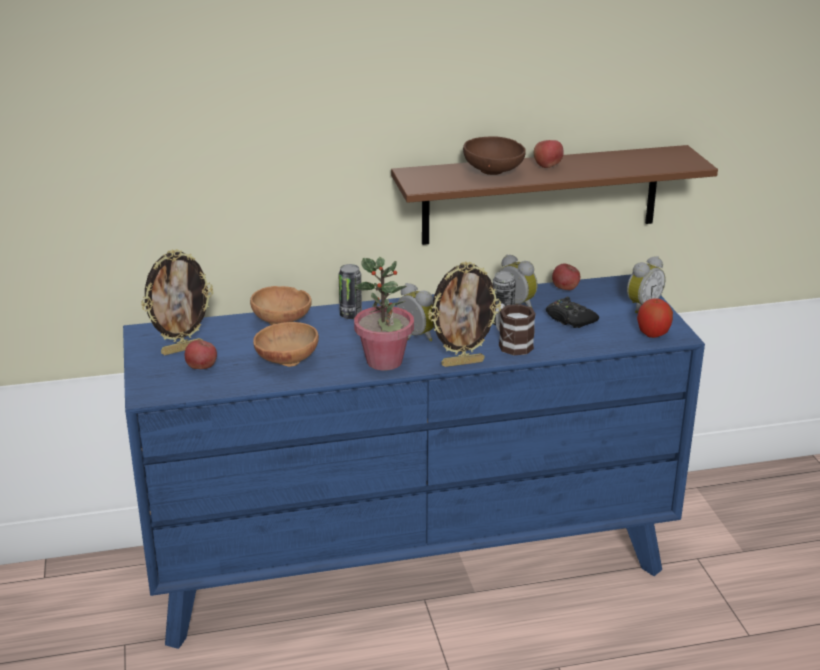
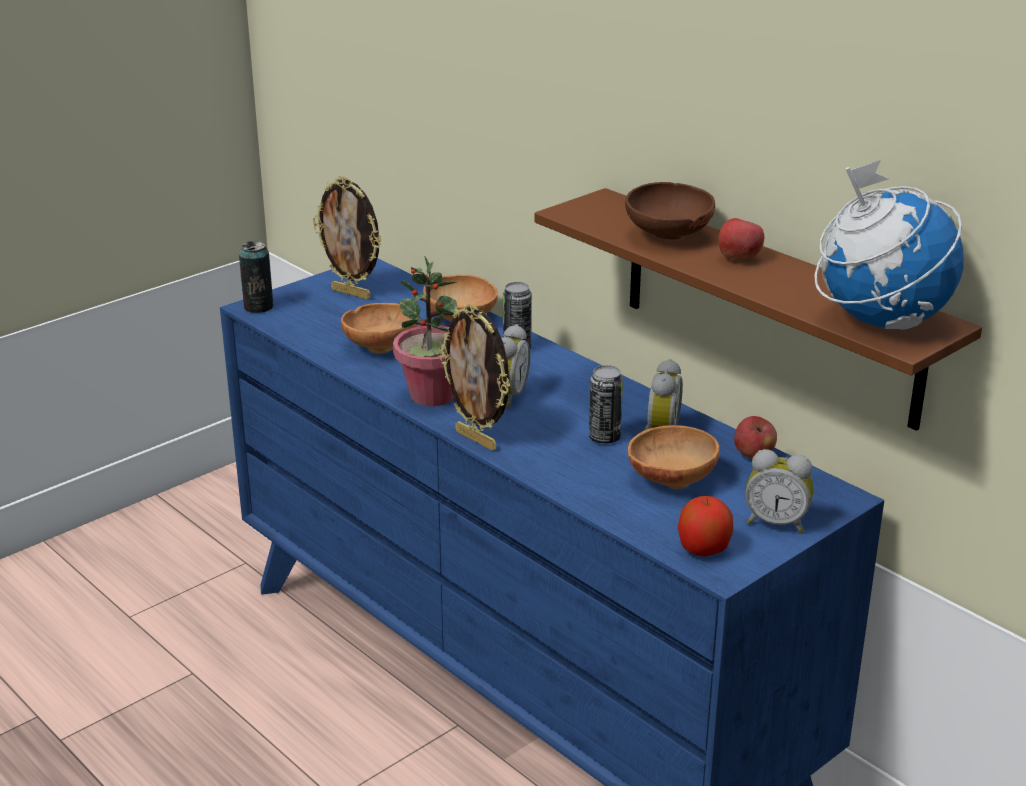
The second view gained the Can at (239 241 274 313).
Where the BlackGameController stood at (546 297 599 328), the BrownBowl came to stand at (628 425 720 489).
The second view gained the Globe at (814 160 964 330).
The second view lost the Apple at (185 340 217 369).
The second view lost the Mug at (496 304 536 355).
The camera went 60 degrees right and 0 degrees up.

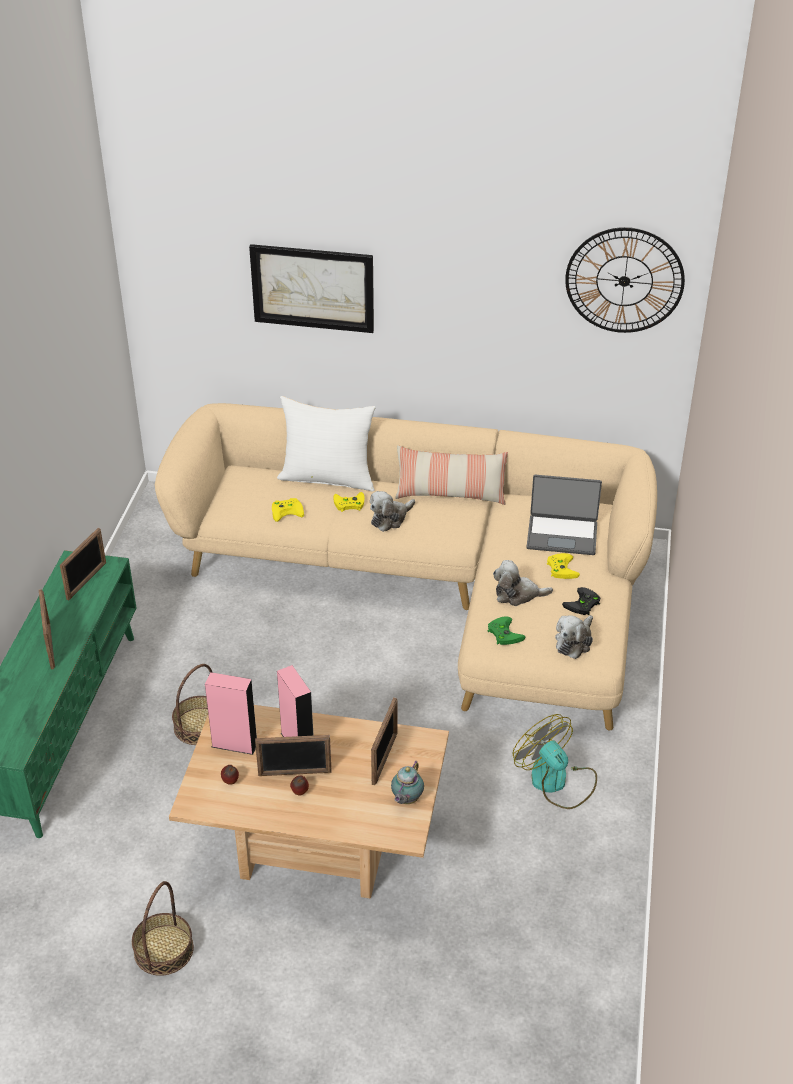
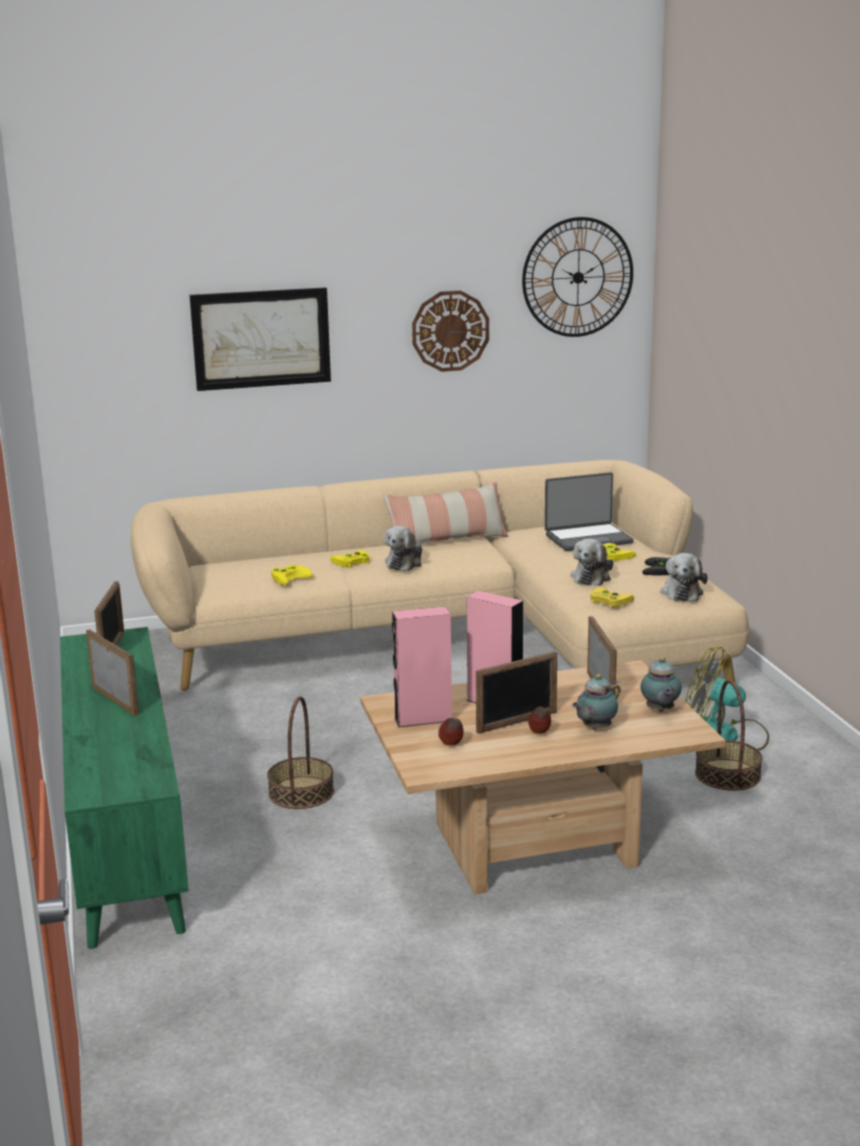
The second view gained the WallClock at (412 291 489 372).
The PlushToy at (493 560 553 606) ended up facing another way, 45 degrees counterclockwise from before.
The second view gained the Teapot at (572 674 621 730).
What was the GreenGameController at (488 616 526 645) turned into the YellowGameController at (590 587 634 608).
The Basket ended up elsewhere, having gone from (132 881 194 976) to (695 680 762 791).
The second view lost the WhitePillow at (277 396 376 492).
The camera went 25 degrees left and 20 degrees down.

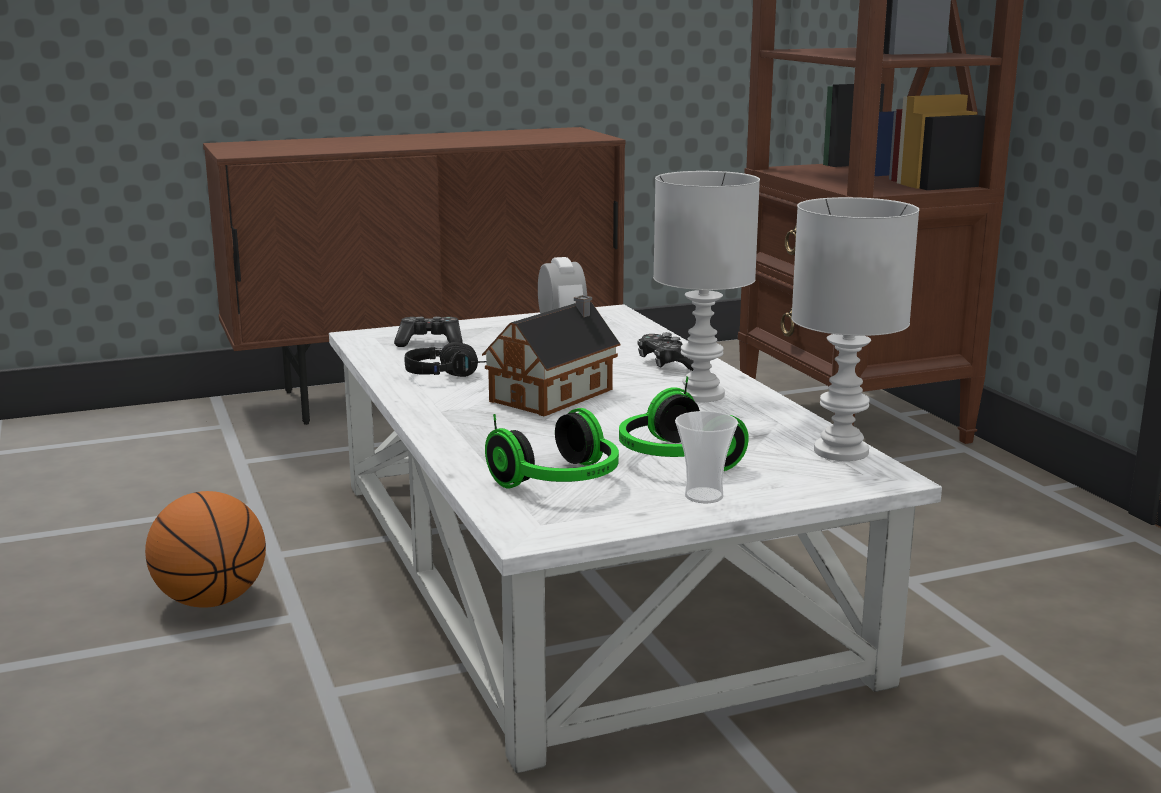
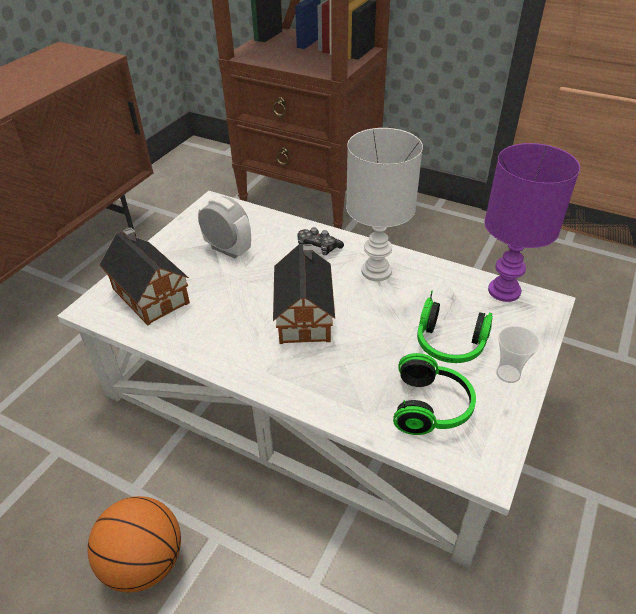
Where the GameController stood at (394 317 463 347), the ToyHouse came to stand at (99 227 190 326).
What was the WhiteTableLamp at (791 197 919 461) turned into the PurpleTableLamp at (485 143 580 302).
The second view lost the BlackHeadphones at (405 342 486 377).
The camera went 40 degrees left and 25 degrees up.

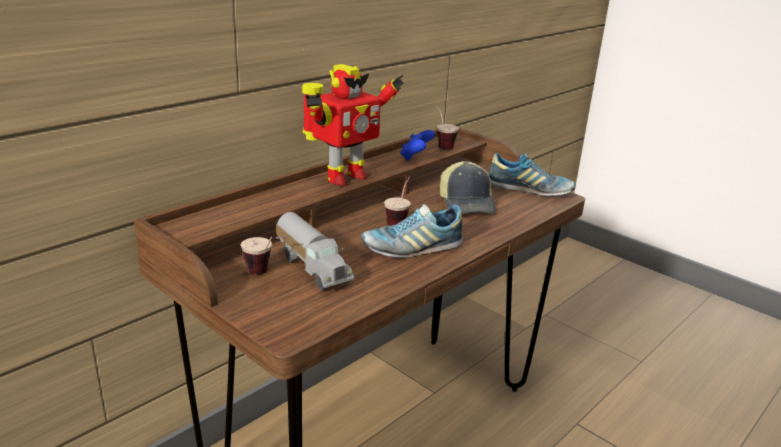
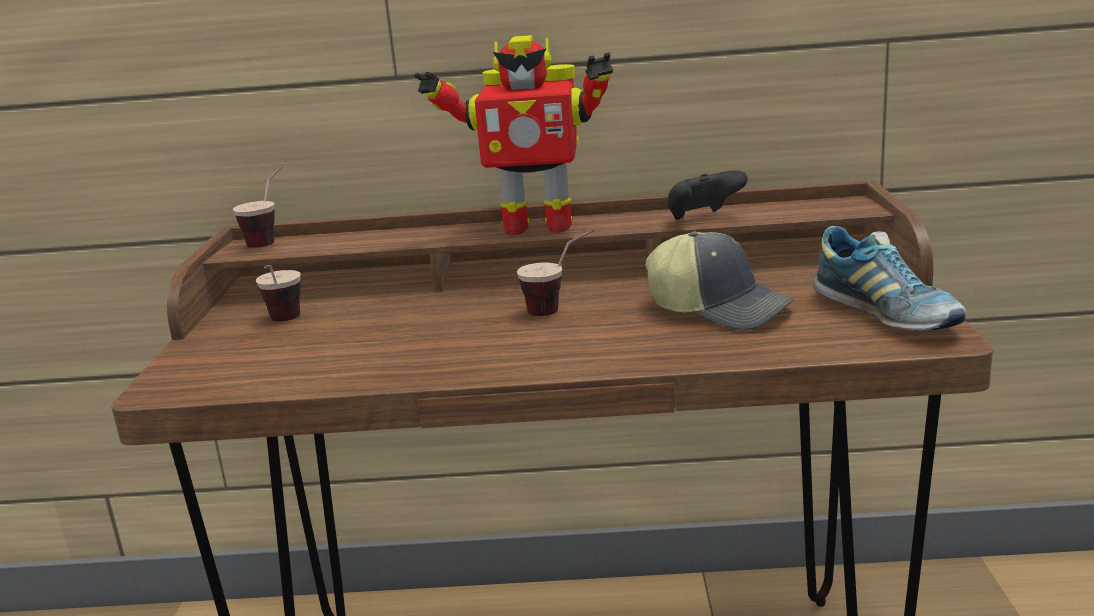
The Cup ended up elsewhere, having gone from (435 105 459 150) to (233 166 283 248).
The Cap at (440 161 496 214) ended up facing another way, 90 degrees counterclockwise from before.
What was the BlueGameController at (400 130 435 161) turned into the BlackGameController at (667 170 748 220).
The second view lost the ToyTruck at (276 212 355 291).
The second view lost the Shoe at (361 204 463 258).
The camera went 50 degrees right and 5 degrees down.

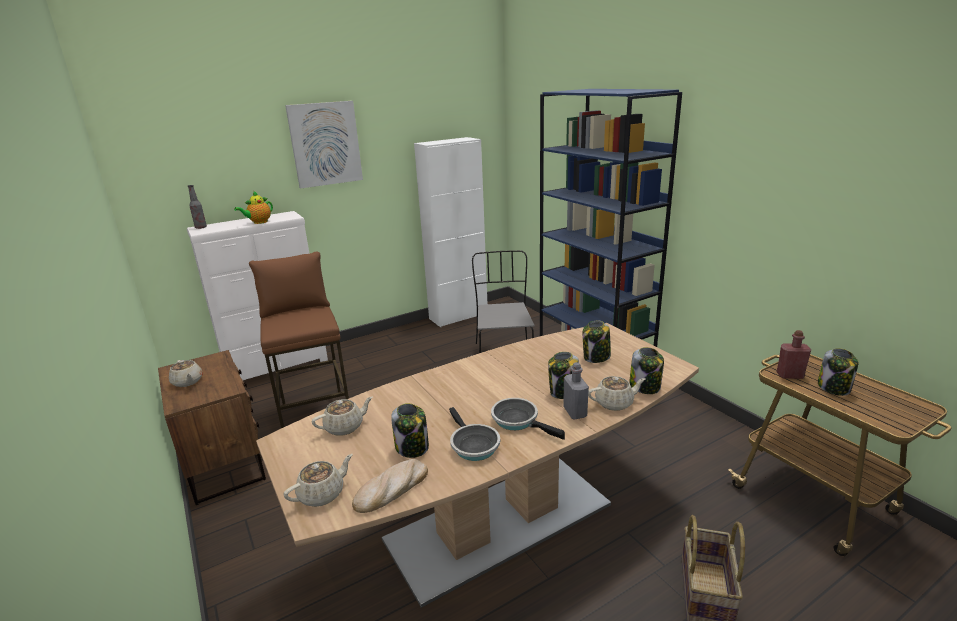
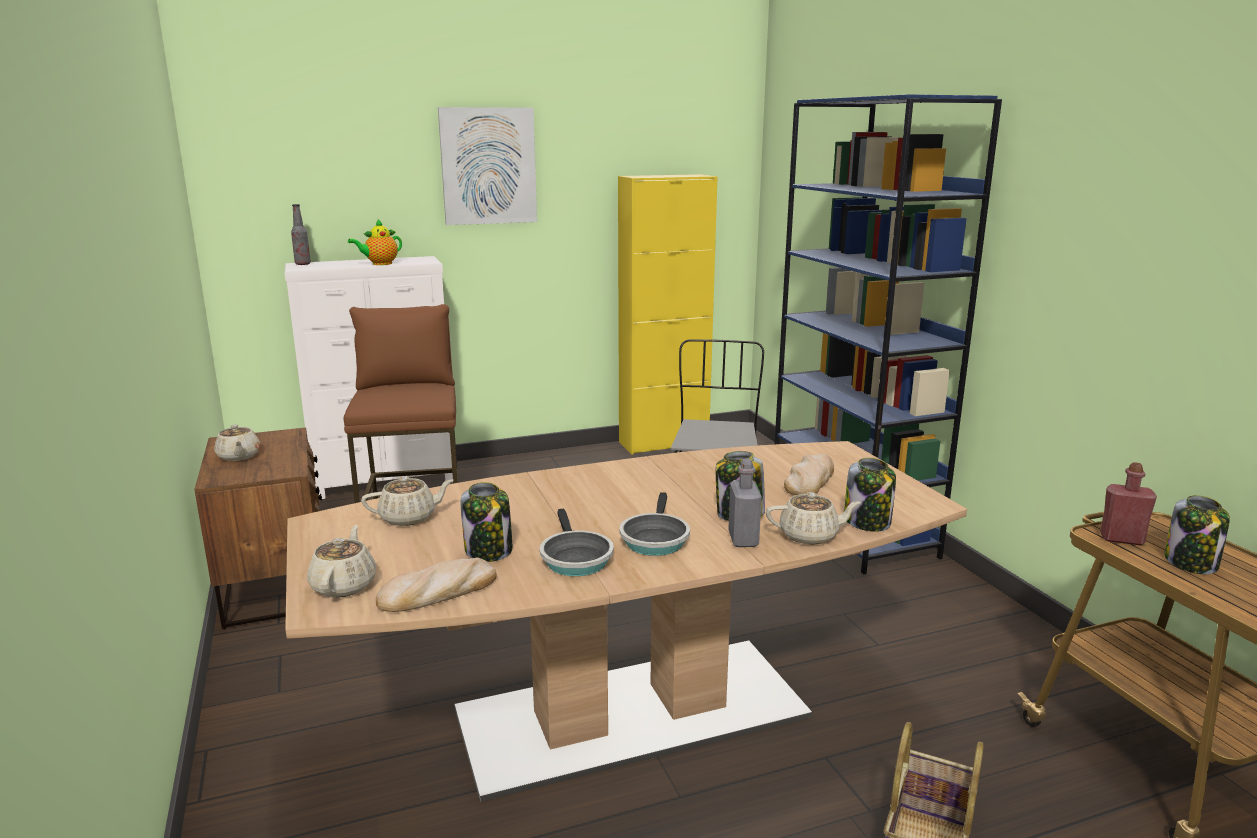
The BeigeTeapot at (283 454 353 507) ended up facing another way, 60 degrees counterclockwise from before.
What was the WhiteCabinet at (414 137 487 327) turned into the YellowCabinet at (618 174 718 454).
The FryingPan at (491 398 565 440) ended up facing another way, 135 degrees counterclockwise from before.
Where the Jar stood at (583 321 611 363), the Bread came to stand at (784 453 834 495).
The camera went 10 degrees right and 5 degrees down.

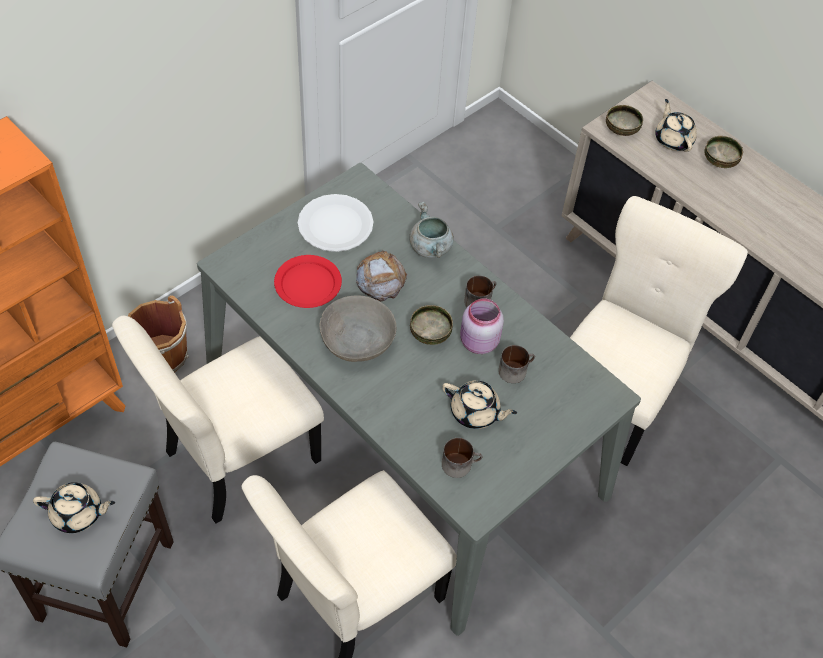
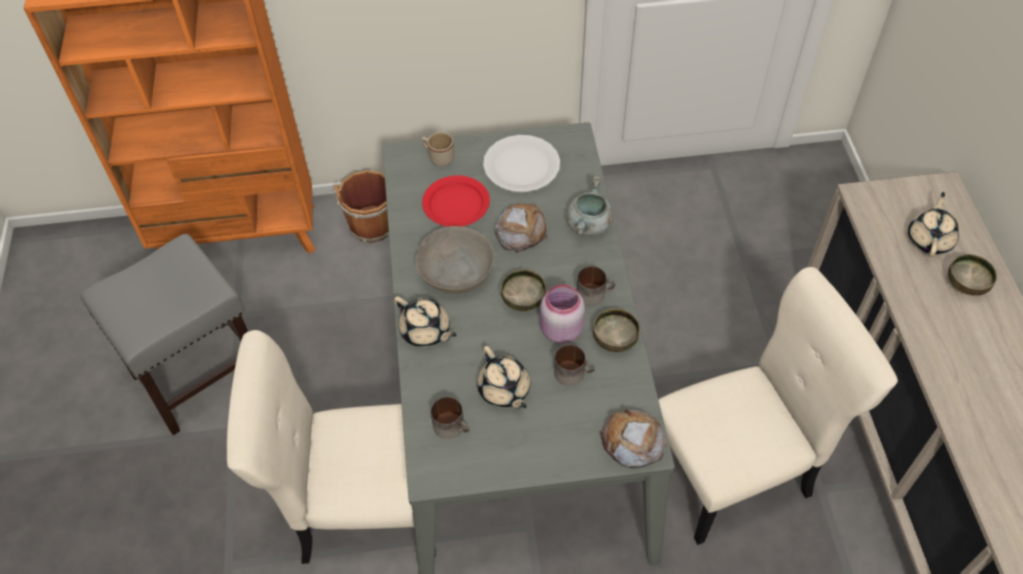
The BeigeTeapot ended up elsewhere, having gone from (33 482 115 533) to (394 296 457 347).
The second view gained the BeigeMug at (422 132 454 166).
The Bowl ended up elsewhere, having gone from (606 105 643 136) to (593 309 640 352).
The second view gained the Bread at (600 409 667 468).
The second view lost the BeigeChair at (112 316 324 524).
The camera went 40 degrees right and 0 degrees up.

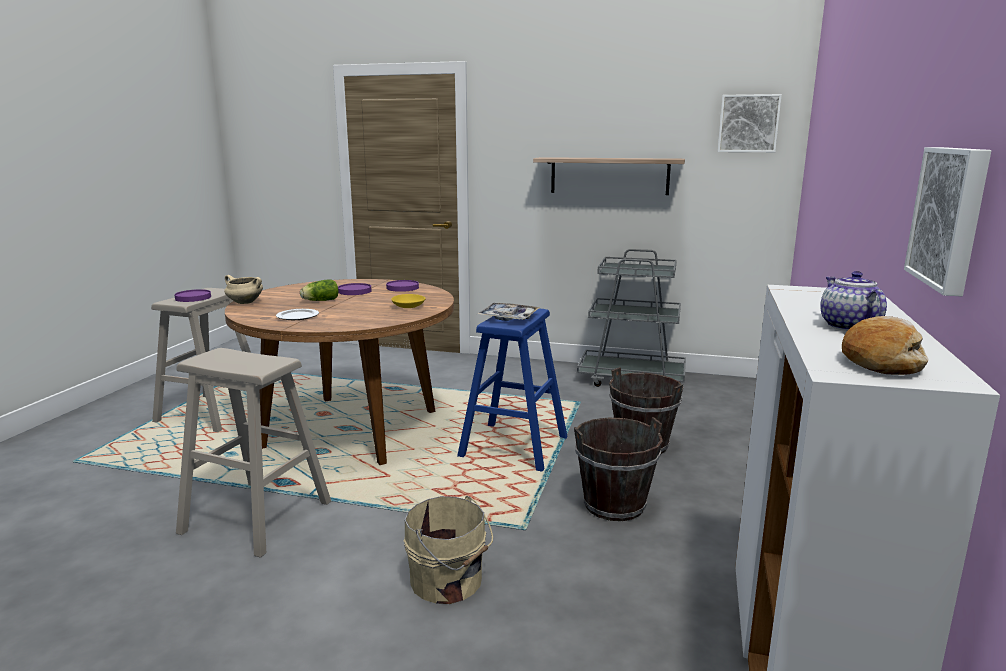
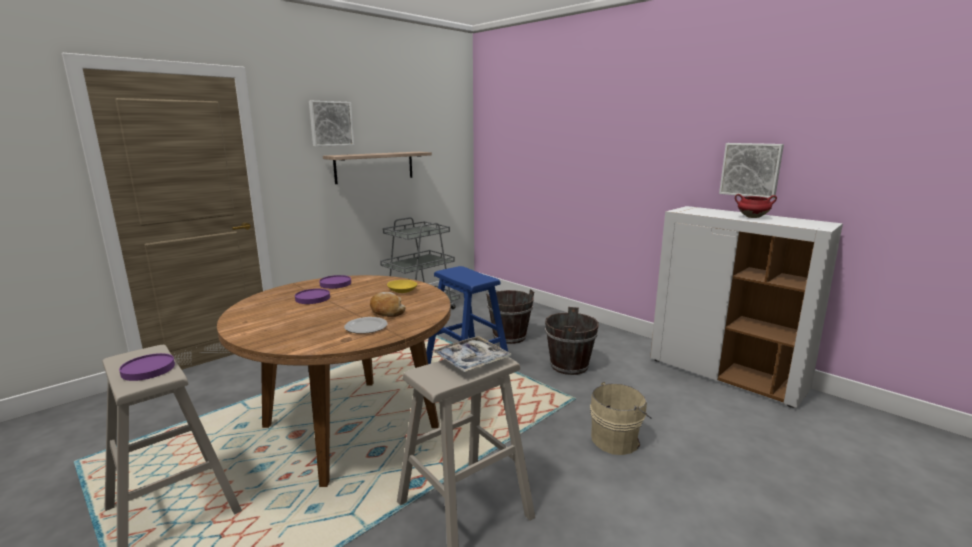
The Picture ended up elsewhere, having gone from (718 94 782 152) to (309 101 354 147).
The Bread ended up elsewhere, having gone from (842 316 928 375) to (370 292 406 317).
The Tray ended up elsewhere, having gone from (477 303 540 321) to (431 336 511 372).
Where the Teapot stood at (820 271 887 331), the RedCookingPot came to stand at (735 194 777 218).
The second view lost the BeigeCookingPot at (224 275 263 304).
The second view lost the Lettuce at (300 279 338 301).
The camera went 60 degrees left and 0 degrees up.

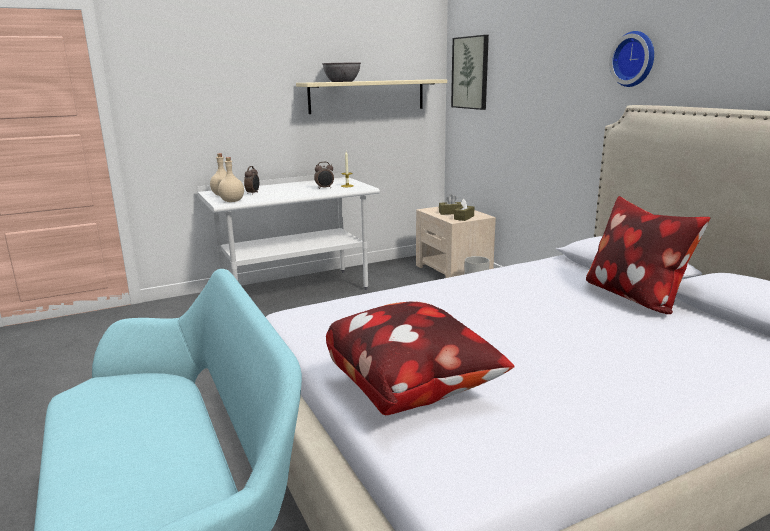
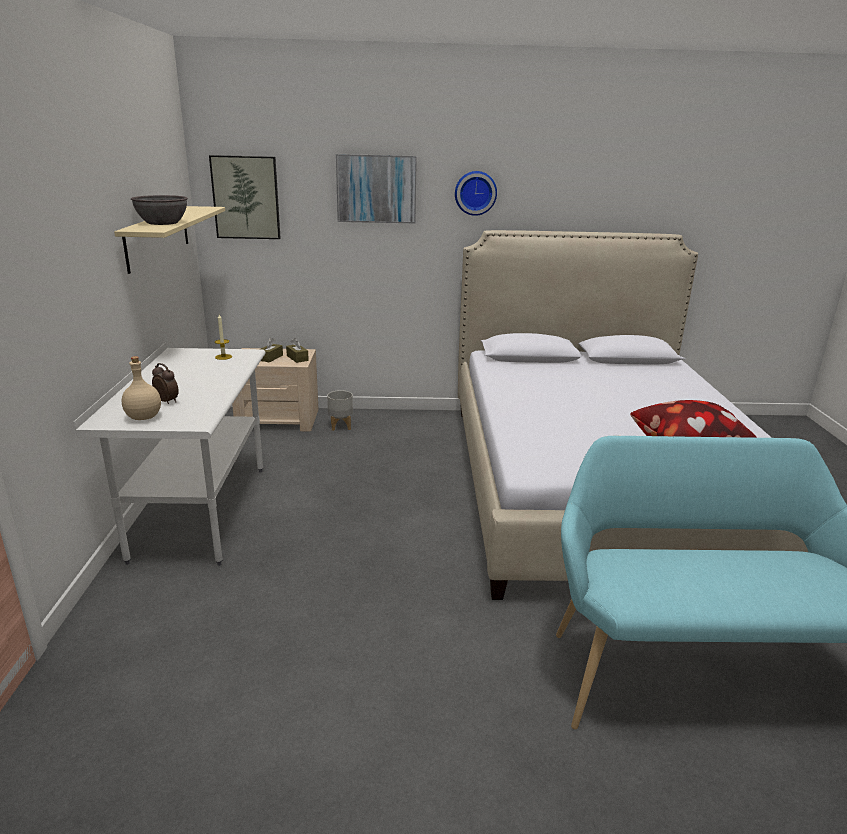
The second view gained the Picture at (336 154 417 223).
The second view lost the BeigeBottle at (218 157 244 202).
The second view lost the AlarmClock at (314 162 334 189).
The second view lost the Pillow at (586 196 710 314).
The camera went 65 degrees left and 5 degrees up.

